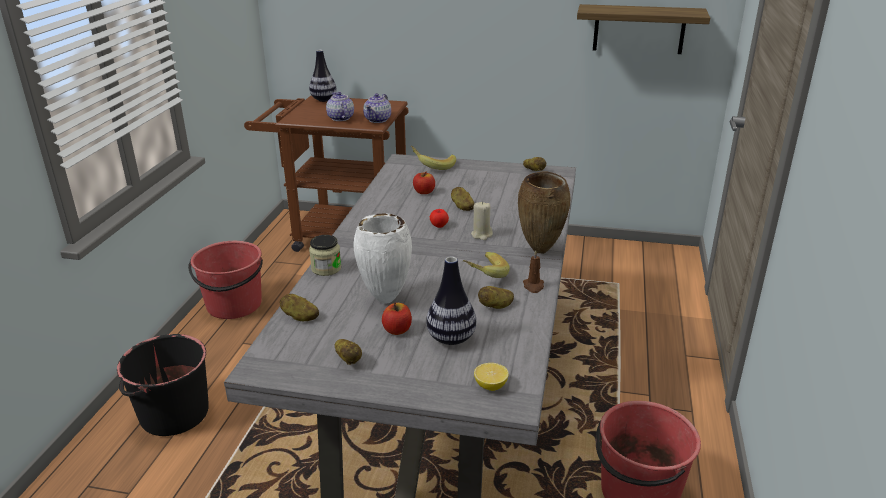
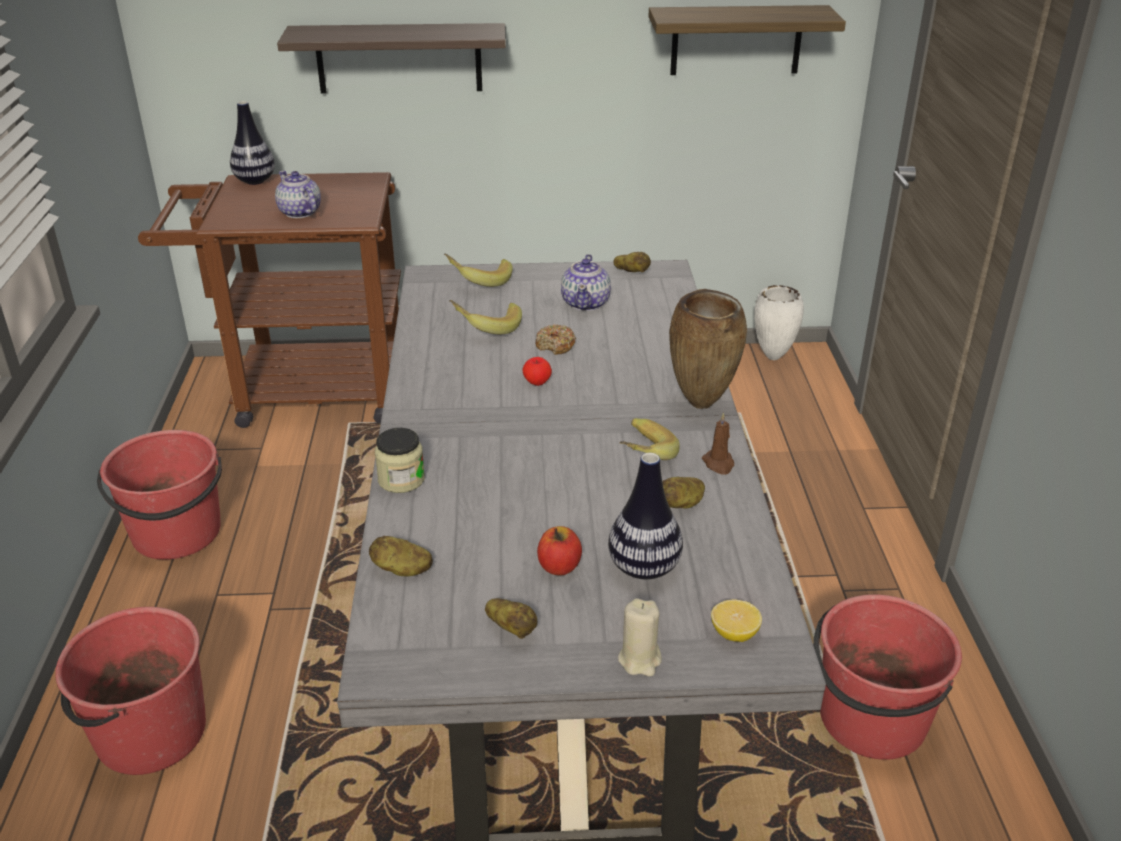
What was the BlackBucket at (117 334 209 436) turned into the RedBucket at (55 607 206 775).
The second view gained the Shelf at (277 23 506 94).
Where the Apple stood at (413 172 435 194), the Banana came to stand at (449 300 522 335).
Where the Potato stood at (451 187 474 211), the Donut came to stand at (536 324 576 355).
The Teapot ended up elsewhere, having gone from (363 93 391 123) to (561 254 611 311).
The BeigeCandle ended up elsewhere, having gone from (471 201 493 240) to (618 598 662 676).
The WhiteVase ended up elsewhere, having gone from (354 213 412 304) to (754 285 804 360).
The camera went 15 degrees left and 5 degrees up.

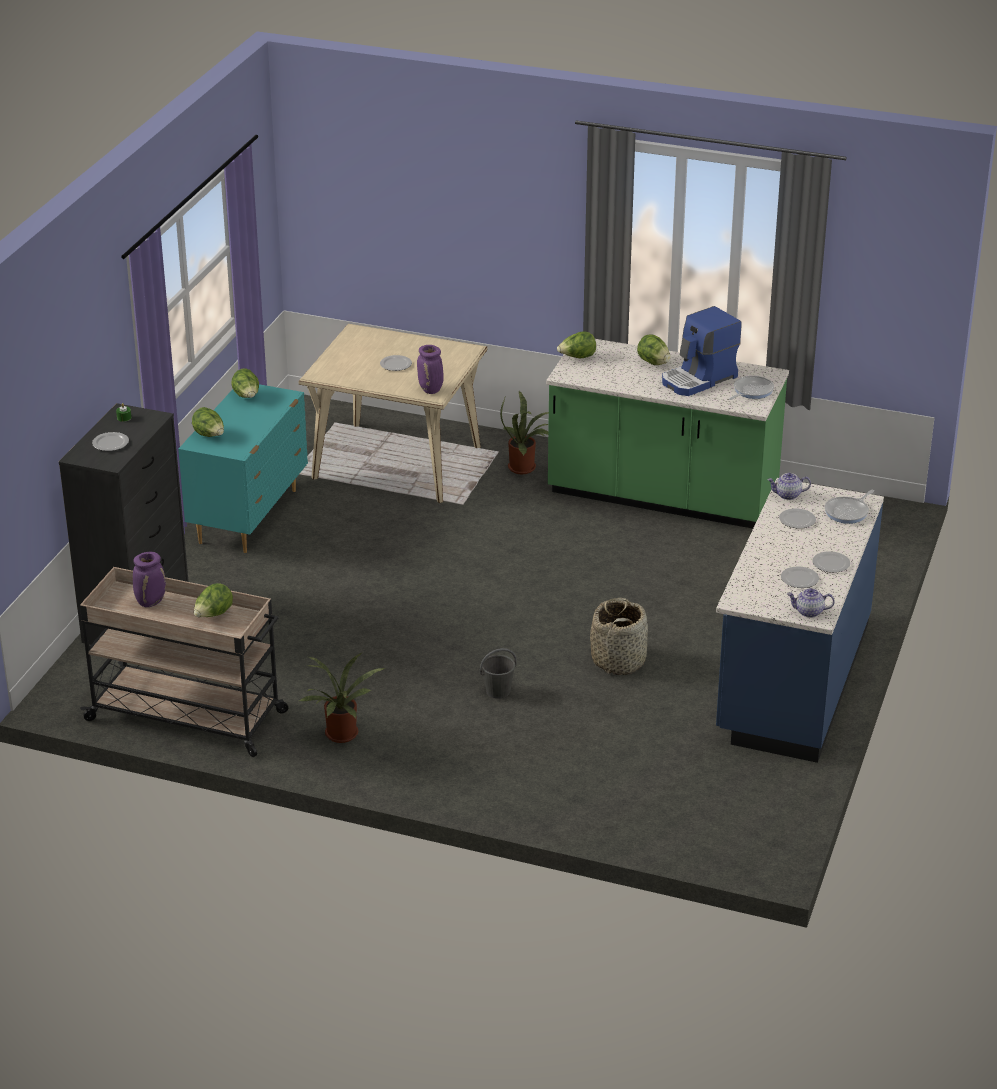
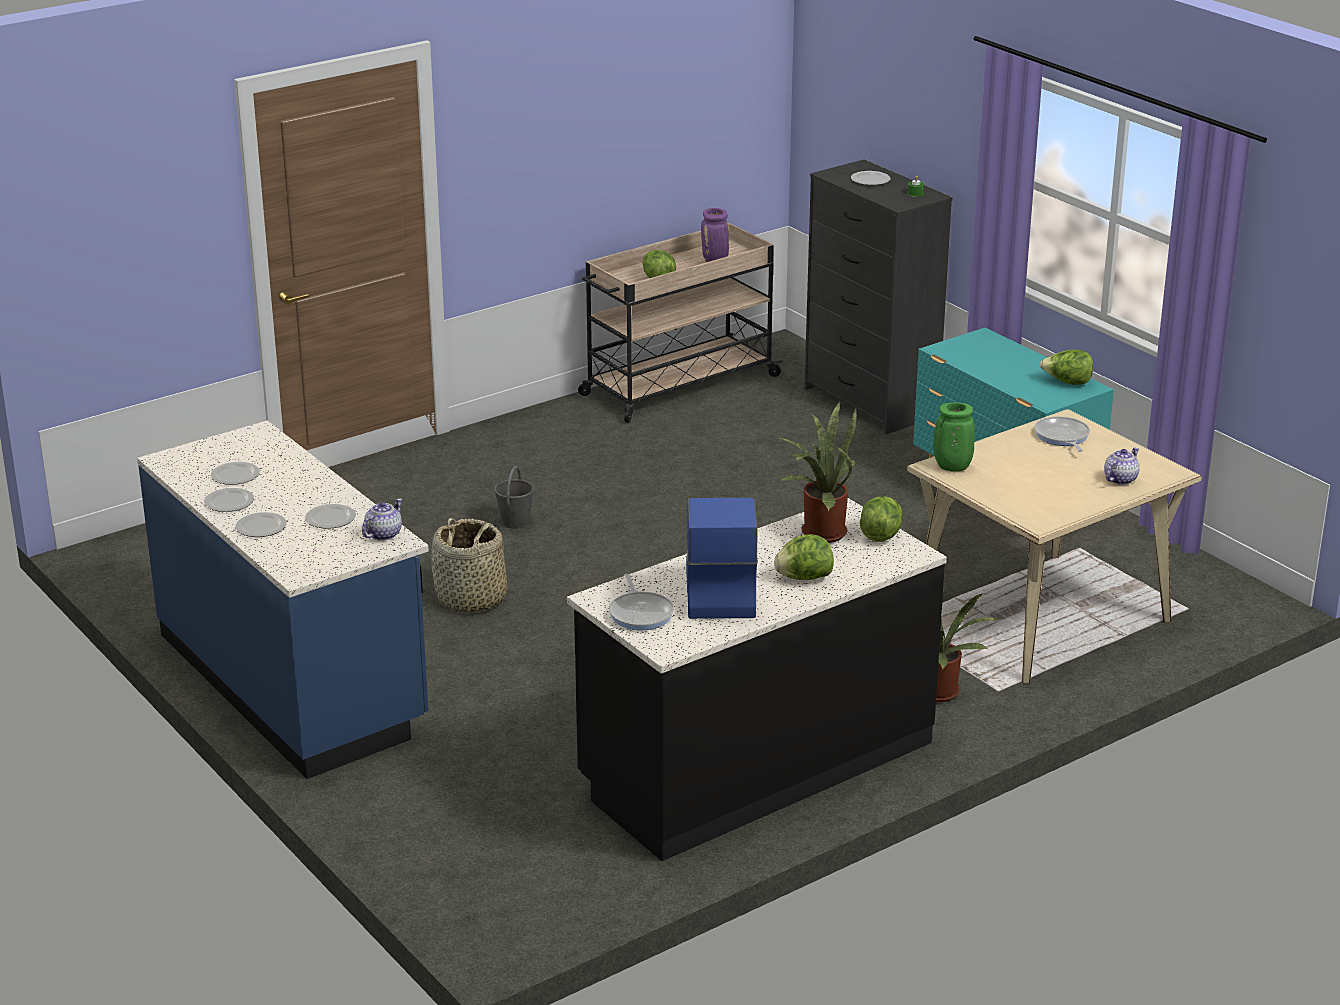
The Plate ended up elsewhere, having gone from (380 355 412 371) to (235 512 287 537).
What was the GreenCounter at (546 339 789 529) turned into the BlackCounter at (567 498 947 861).
The PottedPlant ended up elsewhere, having gone from (299 653 385 743) to (777 403 857 543).
What was the PurpleVase at (417 345 444 394) turned into the GreenVase at (933 403 975 472).
The FryingPan ended up elsewhere, having gone from (825 490 874 524) to (1035 416 1090 452).
The Teapot ended up elsewhere, having gone from (787 588 835 618) to (1104 447 1140 485).
The second view lost the Lettuce at (192 407 224 437).
The camera went 125 degrees right and 5 degrees down.

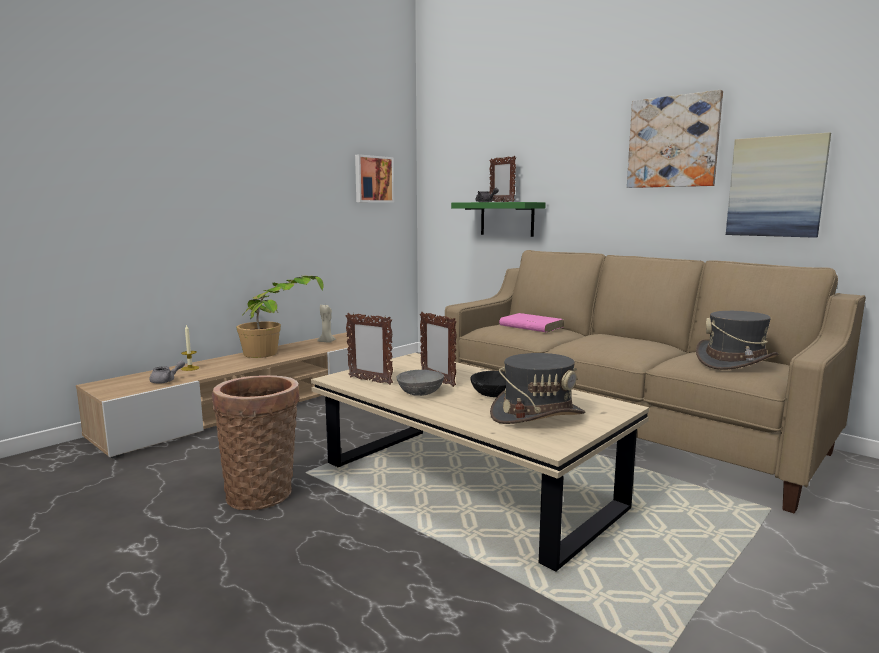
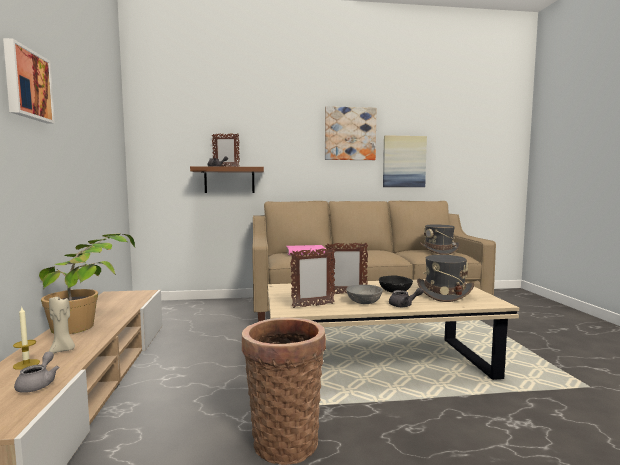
The Picture ended up elsewhere, having gone from (355 154 394 203) to (3 38 55 124).
The BeigeCandle ended up elsewhere, having gone from (317 305 336 343) to (49 297 75 353).
What was the GreenShelf at (451 202 546 237) turned into the BrownShelf at (190 166 264 193).
The second view gained the GreyTeapot at (389 288 424 307).
The camera went 50 degrees left and 5 degrees down.

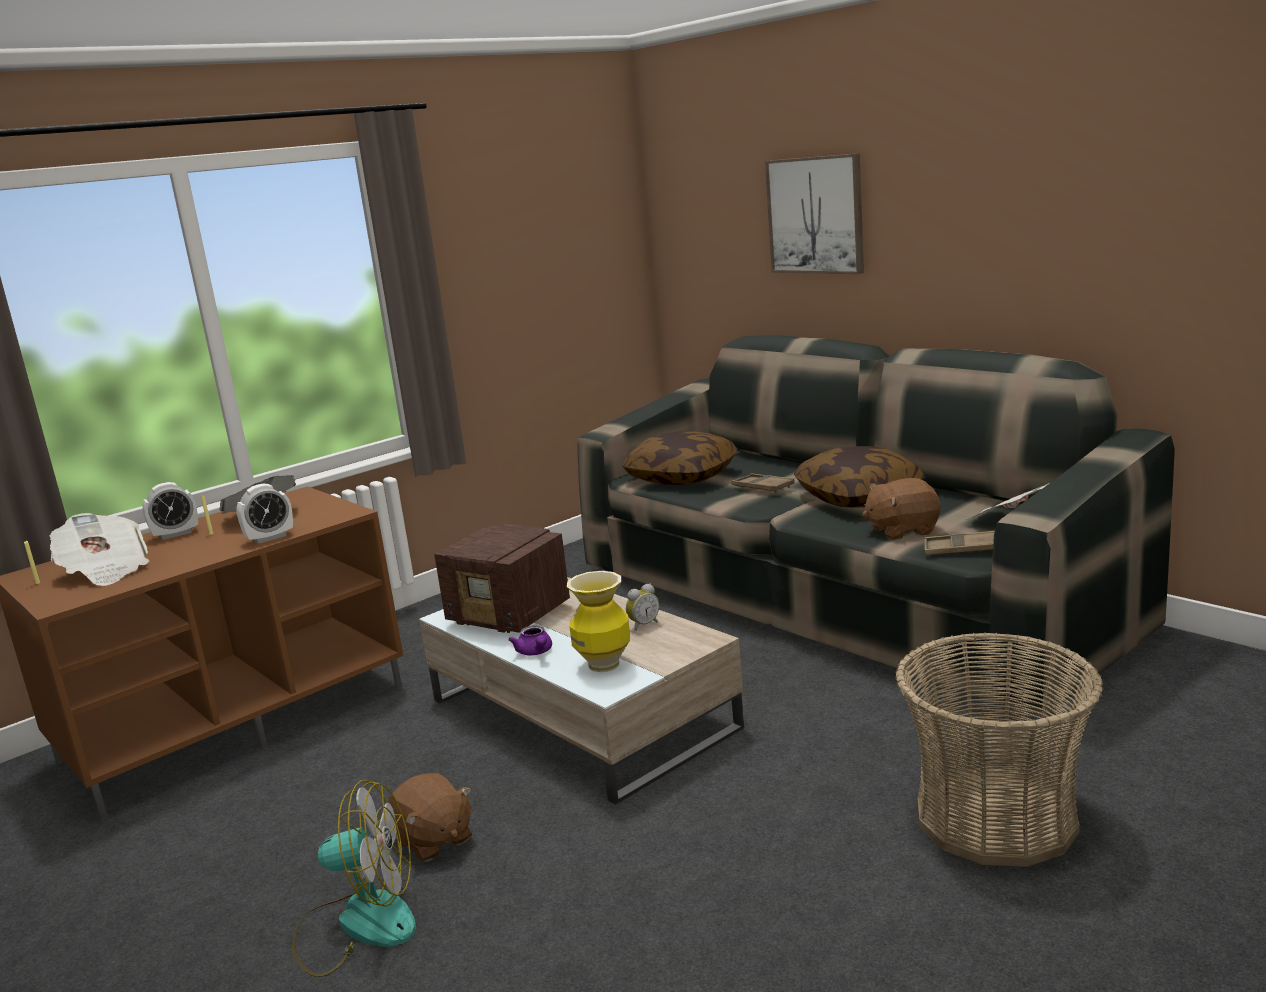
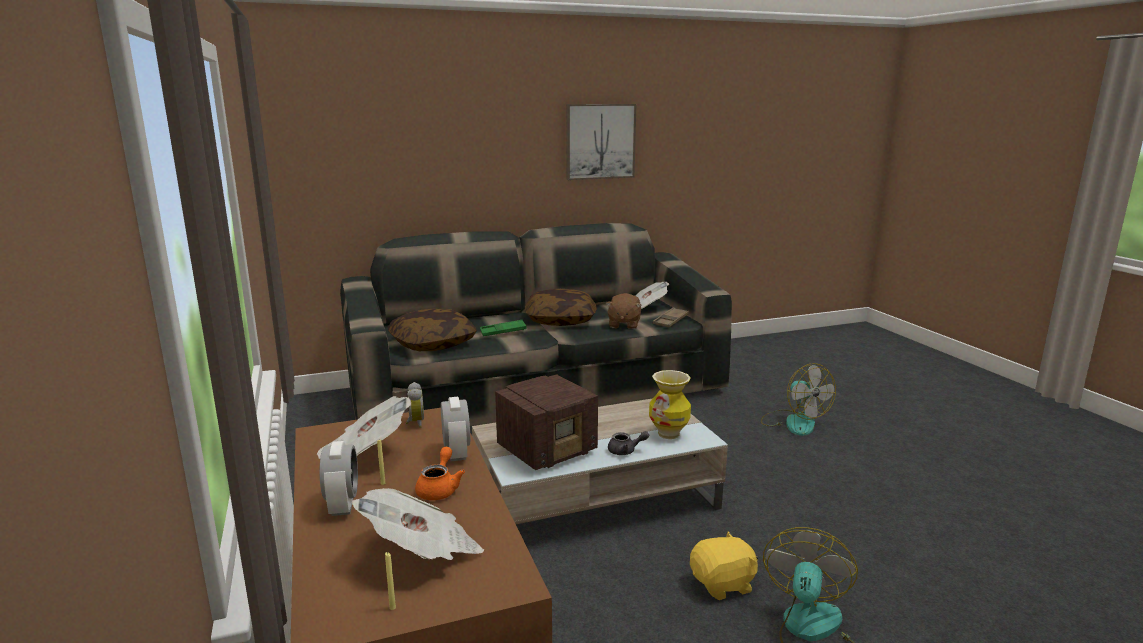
The AlarmClock ended up elsewhere, having gone from (626 583 659 631) to (406 382 424 428).
The second view gained the OrangeTeapot at (415 447 465 500).
What was the BrownTray at (731 473 795 493) turned into the GreenTray at (480 320 527 336).
The Picture ended up elsewhere, having gone from (765 153 864 274) to (566 104 636 180).
What was the PurpleTeapot at (509 625 552 655) turned into the GreyTeapot at (608 431 649 455).
What was the BrownPlushToy at (388 773 472 862) turned into the YellowPlushToy at (690 531 758 600).
Where the Basket stood at (895 632 1103 867), the Fan came to stand at (761 363 836 436).
The camera went 70 degrees left and 0 degrees up.

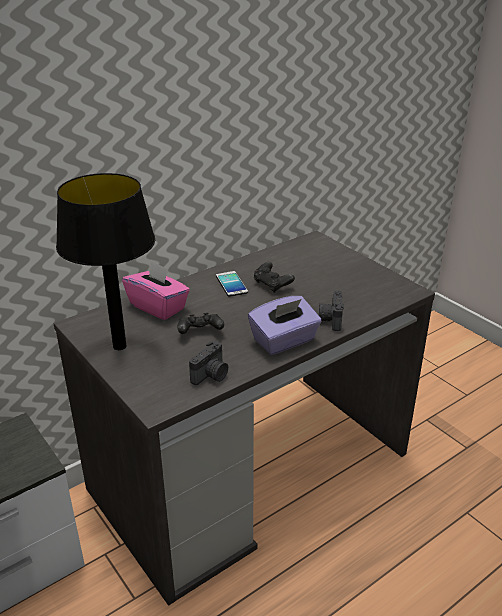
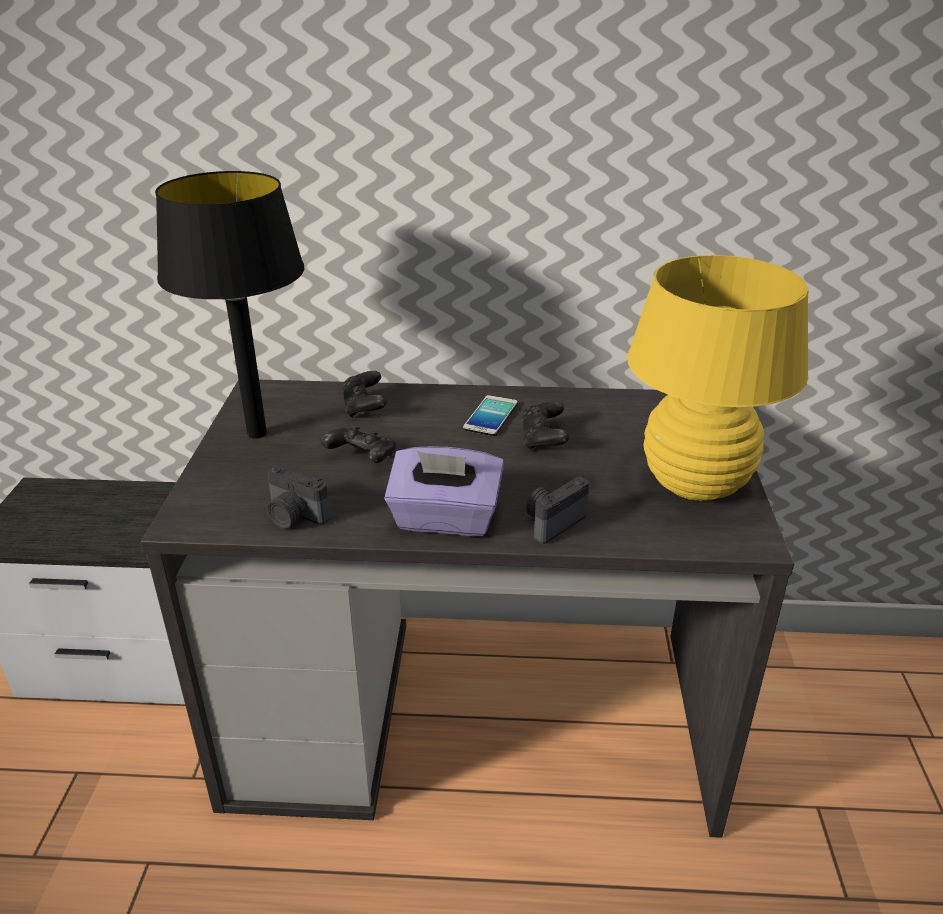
The PhotoCamera at (189 341 228 385) ended up facing another way, 45 degrees clockwise from before.
Where the PinkTissueBox stood at (122 261 190 320), the BlackGameController came to stand at (342 371 387 418).
The second view gained the YellowTableLamp at (627 255 809 501).
The camera went 40 degrees right and 0 degrees up.

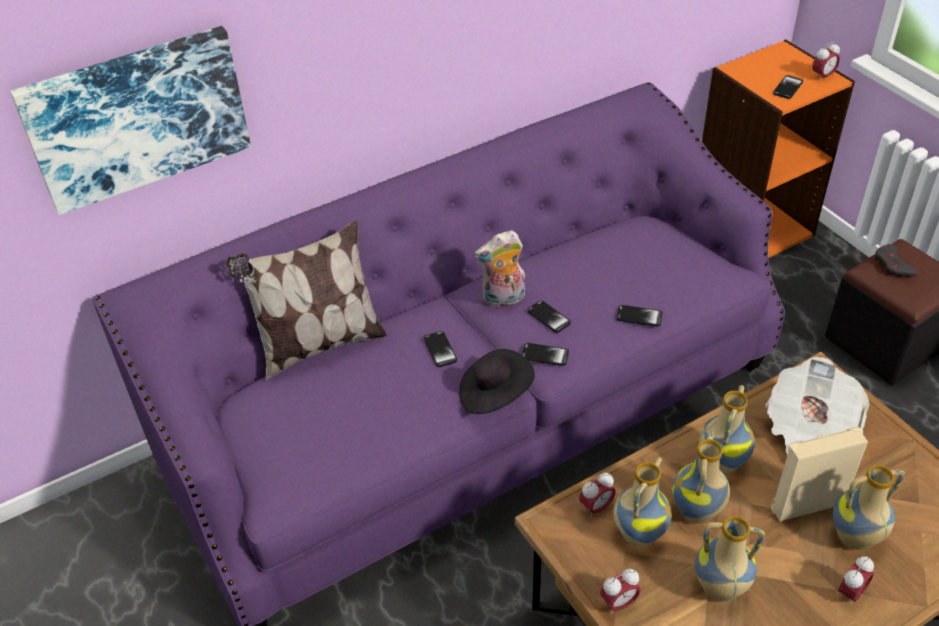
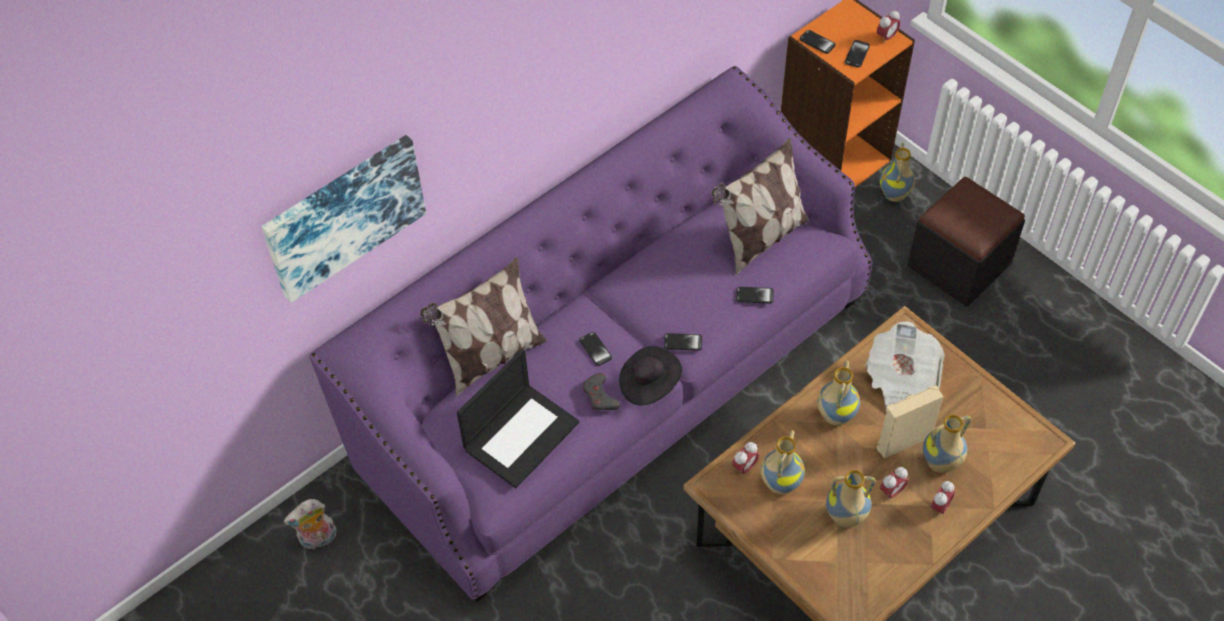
The PlushToy ended up elsewhere, having gone from (474 230 525 307) to (284 499 336 549).
The second view gained the Laptop at (457 349 579 488).
The GreyGameController ended up elsewhere, having gone from (875 244 917 277) to (583 373 621 410).
The second view gained the Pillow at (711 137 809 276).
The Phone ended up elsewhere, having gone from (528 301 571 333) to (800 30 836 54).
The Vase ended up elsewhere, having gone from (672 431 730 524) to (880 143 915 202).
The AlarmClock ended up elsewhere, having gone from (600 569 641 614) to (880 467 908 501).
The camera went 10 degrees left and 10 degrees up.

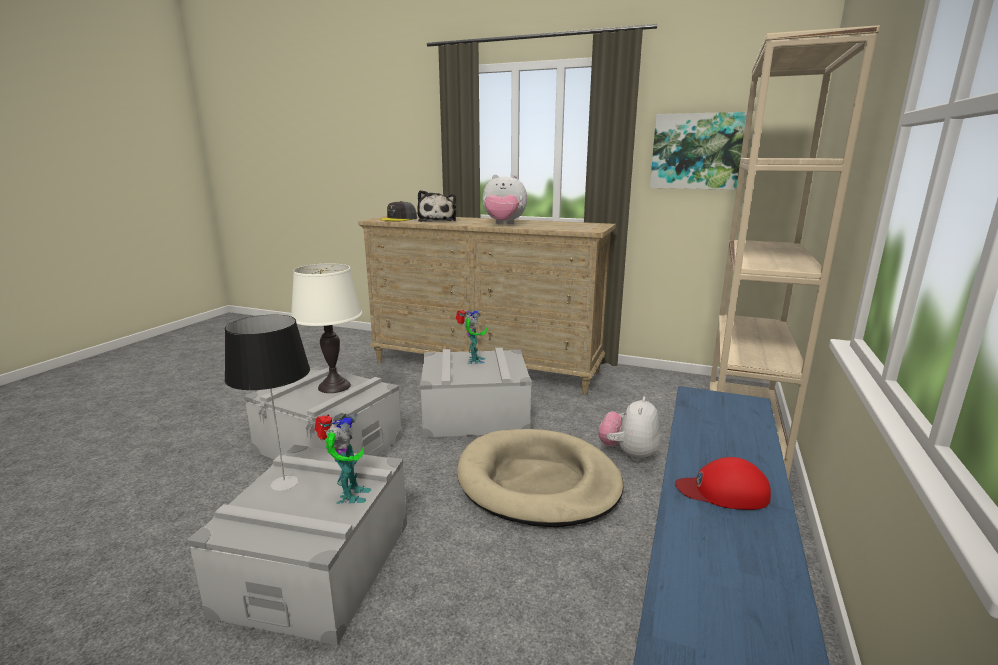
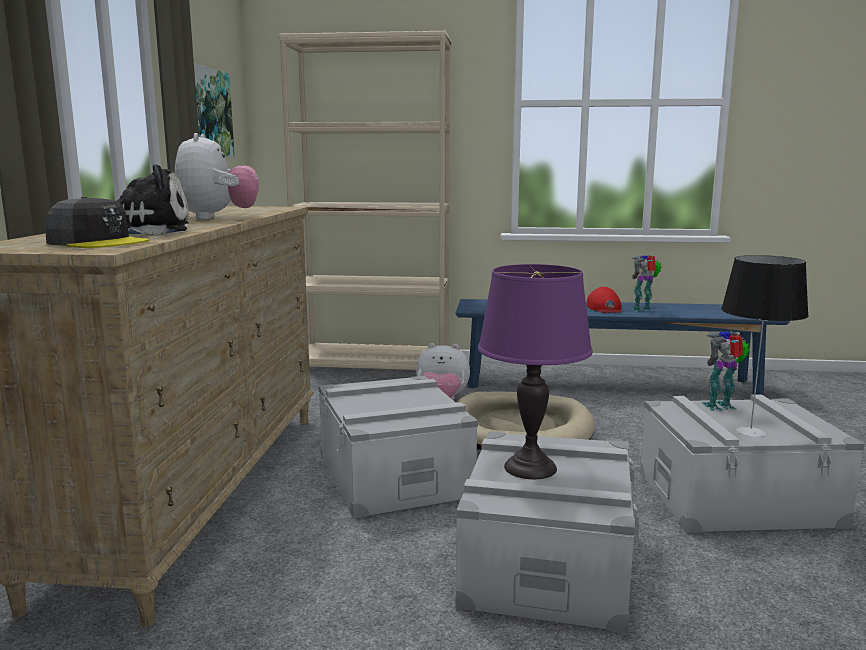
What was the WhiteTableLamp at (291 263 362 393) turned into the PurpleTableLamp at (478 264 593 479).
The ToyRobot ended up elsewhere, having gone from (456 309 487 364) to (631 255 662 312).
The camera went 105 degrees left and 5 degrees down.

